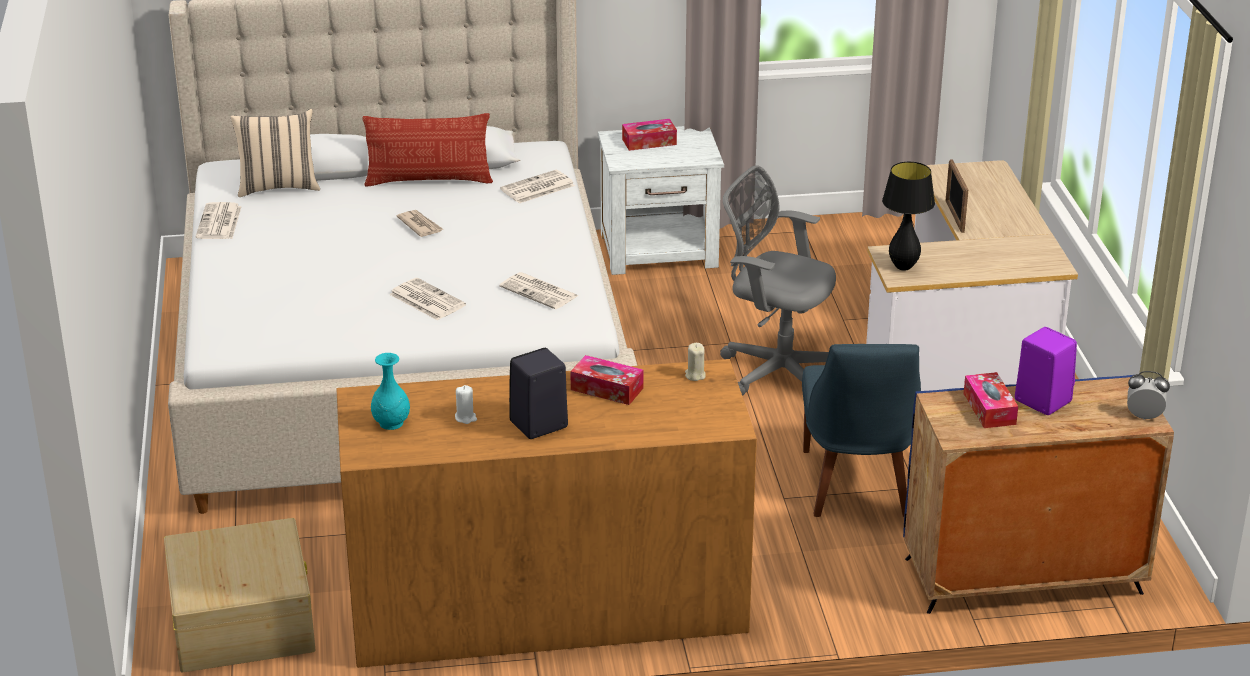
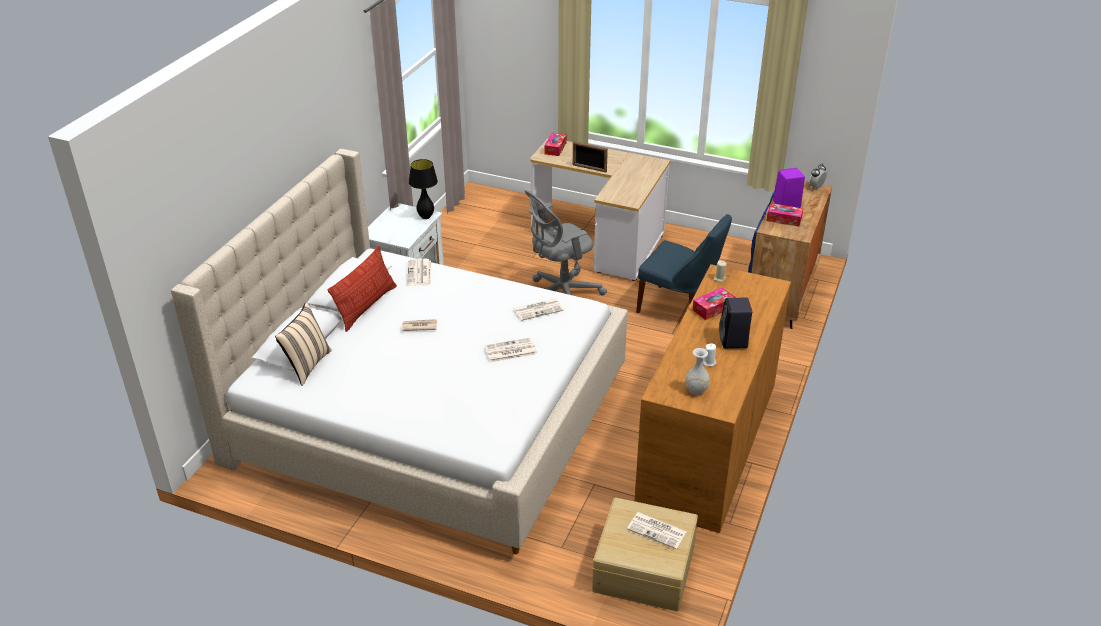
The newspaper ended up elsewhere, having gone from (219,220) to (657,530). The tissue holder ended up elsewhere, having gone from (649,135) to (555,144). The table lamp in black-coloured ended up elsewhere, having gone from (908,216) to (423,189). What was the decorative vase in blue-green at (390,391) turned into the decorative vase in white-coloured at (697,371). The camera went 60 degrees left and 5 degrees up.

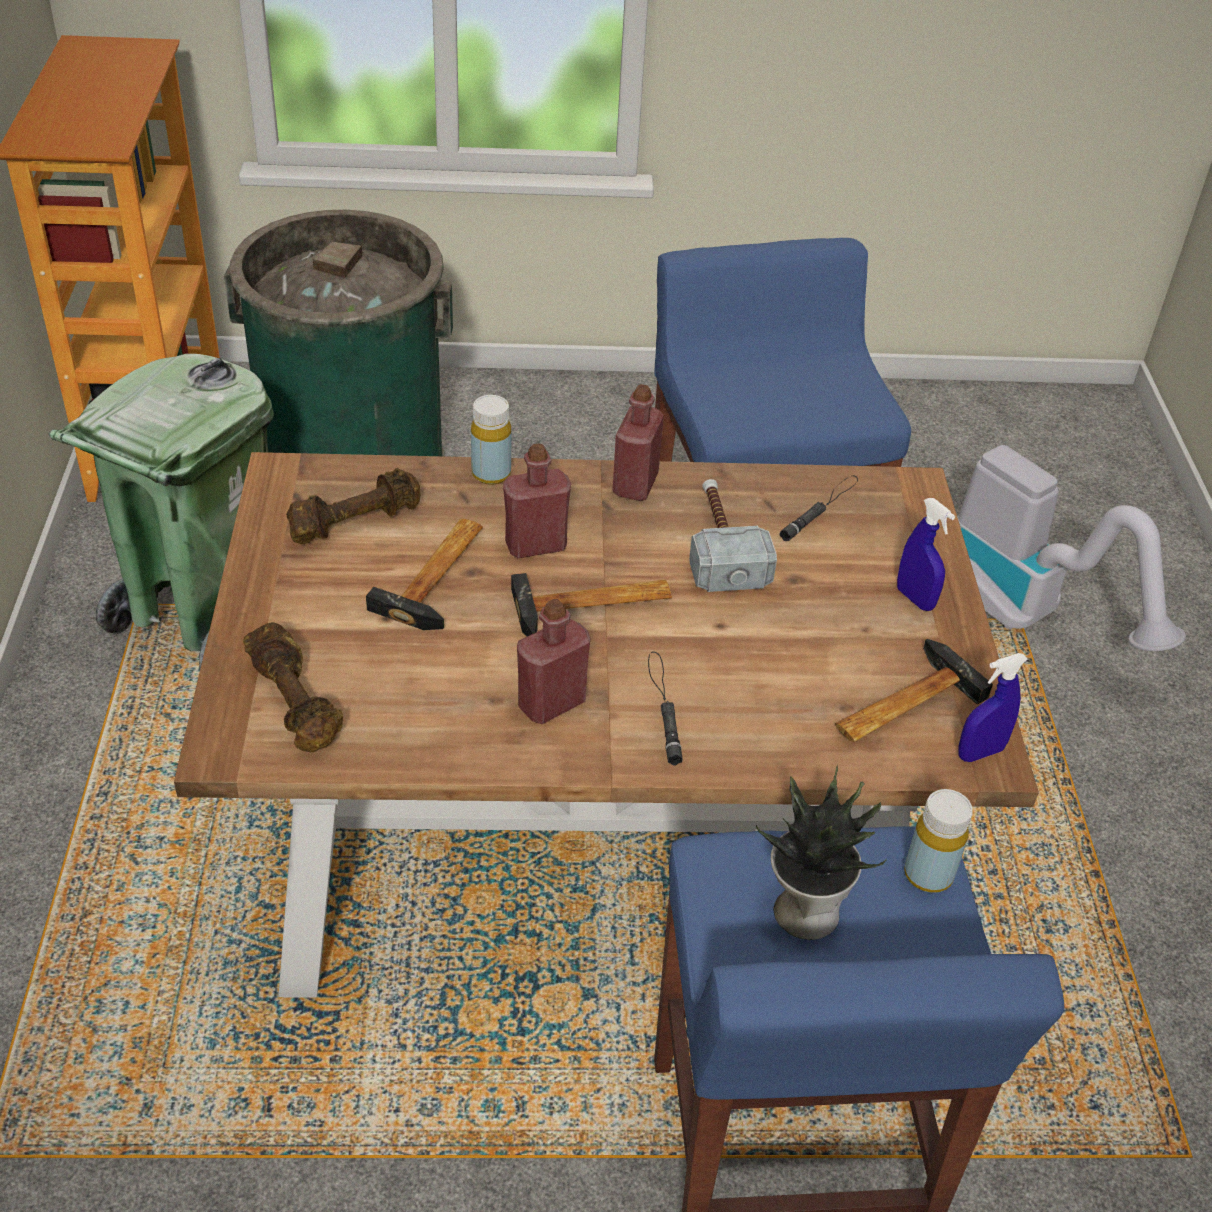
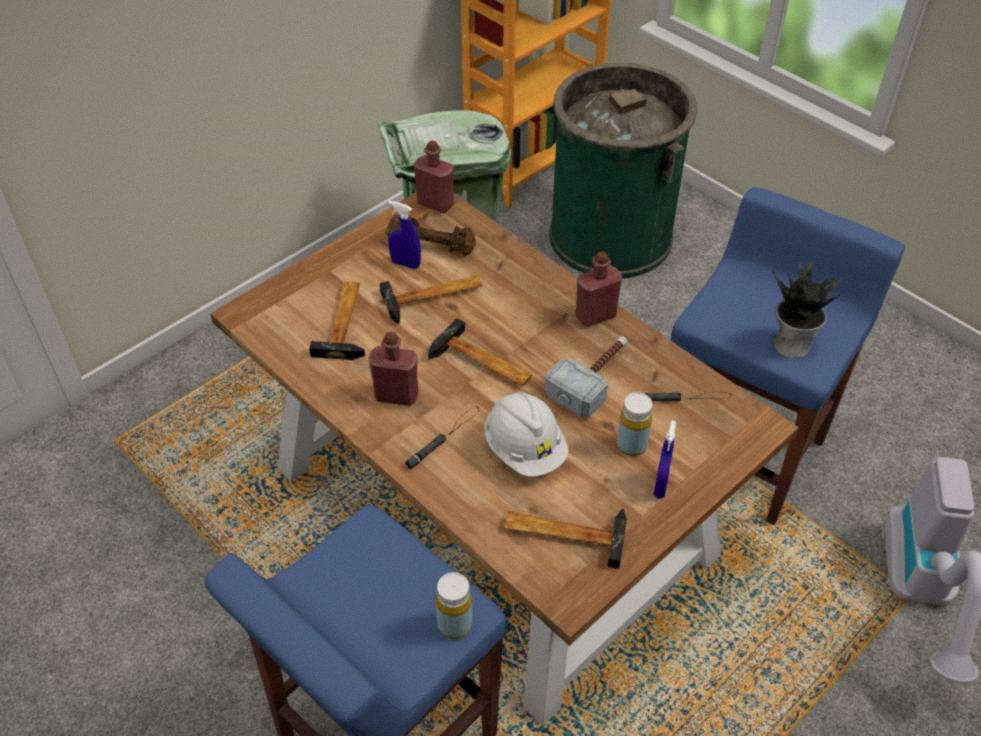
The second view lost the hand weight in brown-coloured at (293,687). The second view gained the hand hammer at (337,320). The second view gained the work helmet in white-coloured at (527,434). The bottle in yellow-coloured ended up elsewhere, having gone from (491,440) to (635,424). The bottle in red-coloured ended up elsewhere, having gone from (537,500) to (434,176). The plant in a pot ended up elsewhere, having gone from (821,852) to (808,309). The spray bottle in blue ended up elsewhere, having gone from (993,707) to (404,235). The camera went 50 degrees right and 5 degrees up.

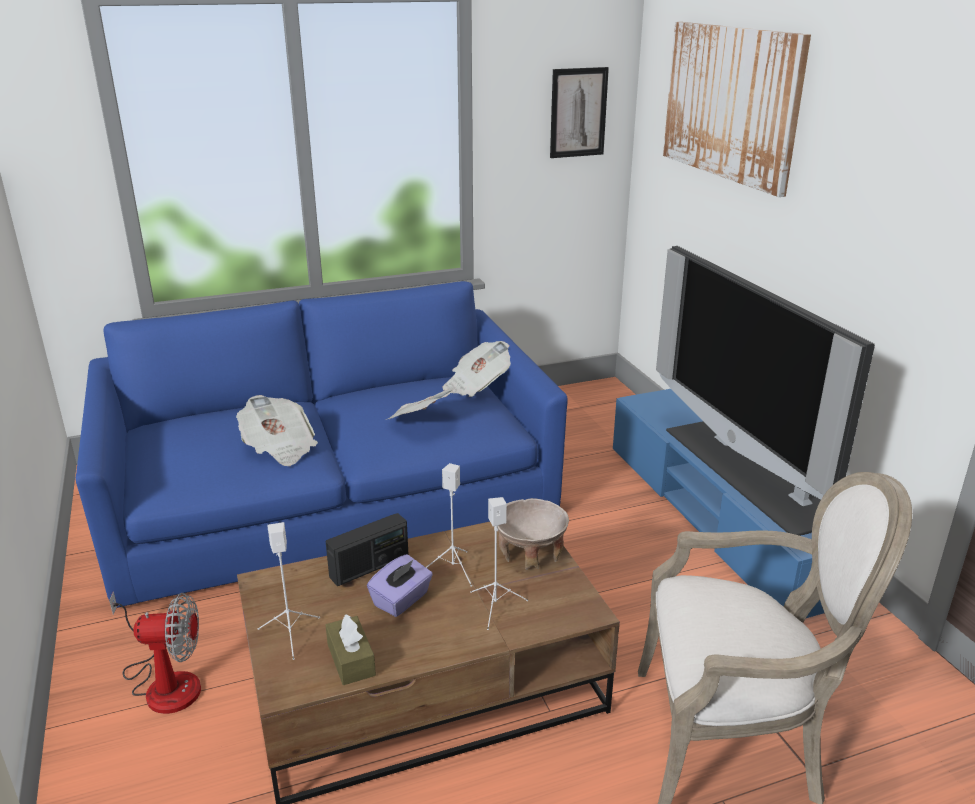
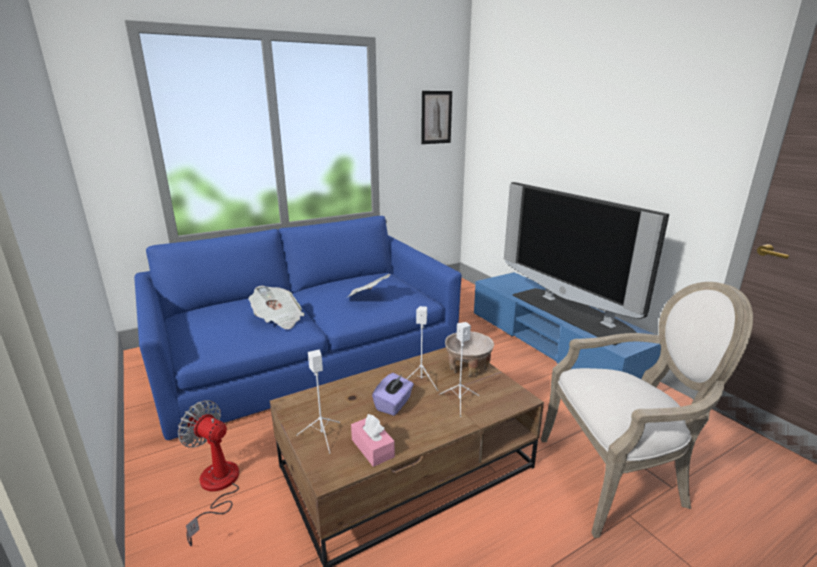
The second view lost the radio at (367,549). The second view lost the newspaper at (476,369). The second view lost the wall picture at (737,109). What was the tissue holder in brown-coloured at (351,649) turned into the tissue holder in pinkish at (373,440). The cooling fan at (155,653) ended up facing another way, 135 degrees counterclockwise from before. The camera went 10 degrees left and 5 degrees down.

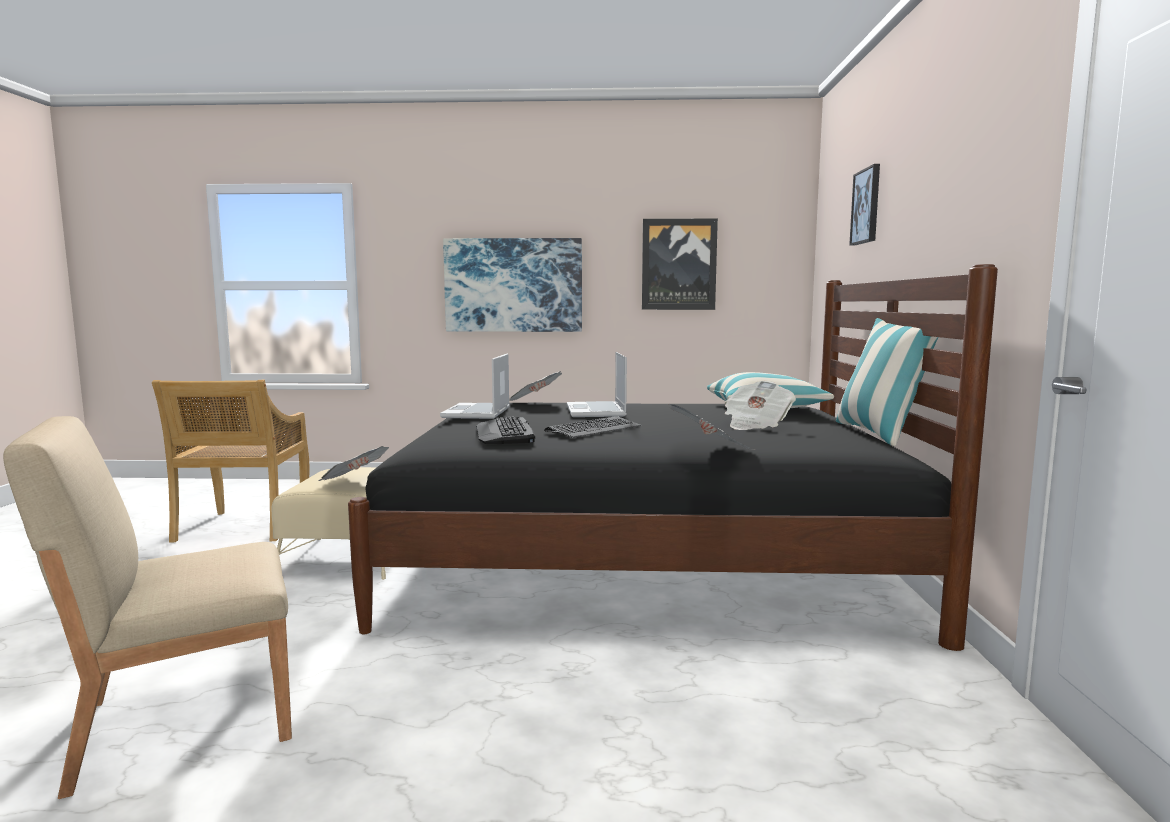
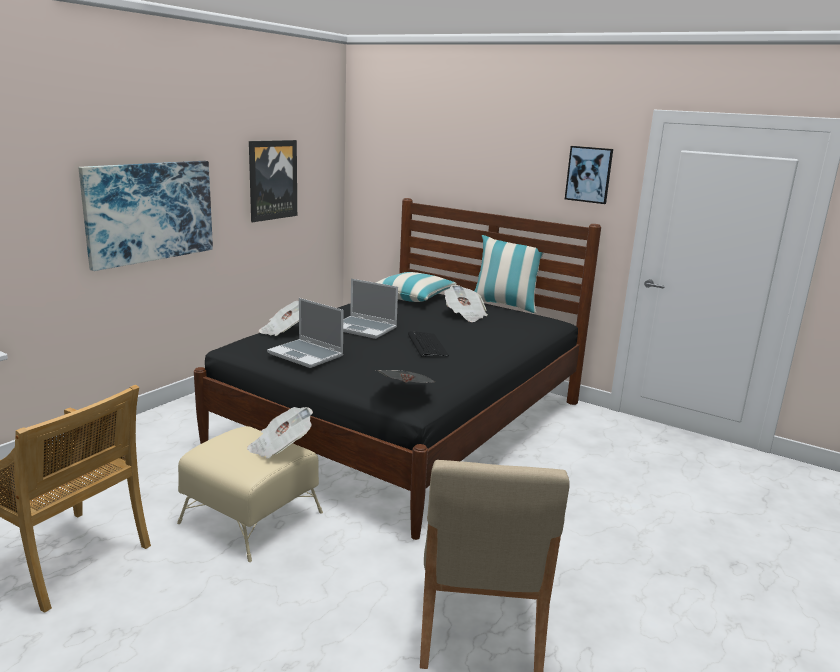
The second view lost the keyboard at (505,430). The newspaper ended up elsewhere, having gone from (712,427) to (405,376). The wall picture ended up elsewhere, having gone from (864,205) to (589,175). The camera went 60 degrees left and 10 degrees up.

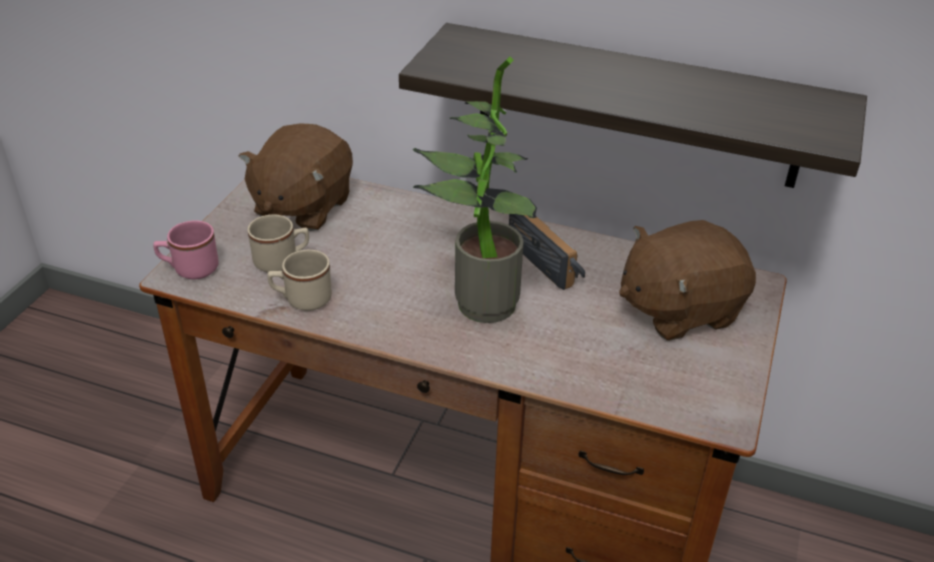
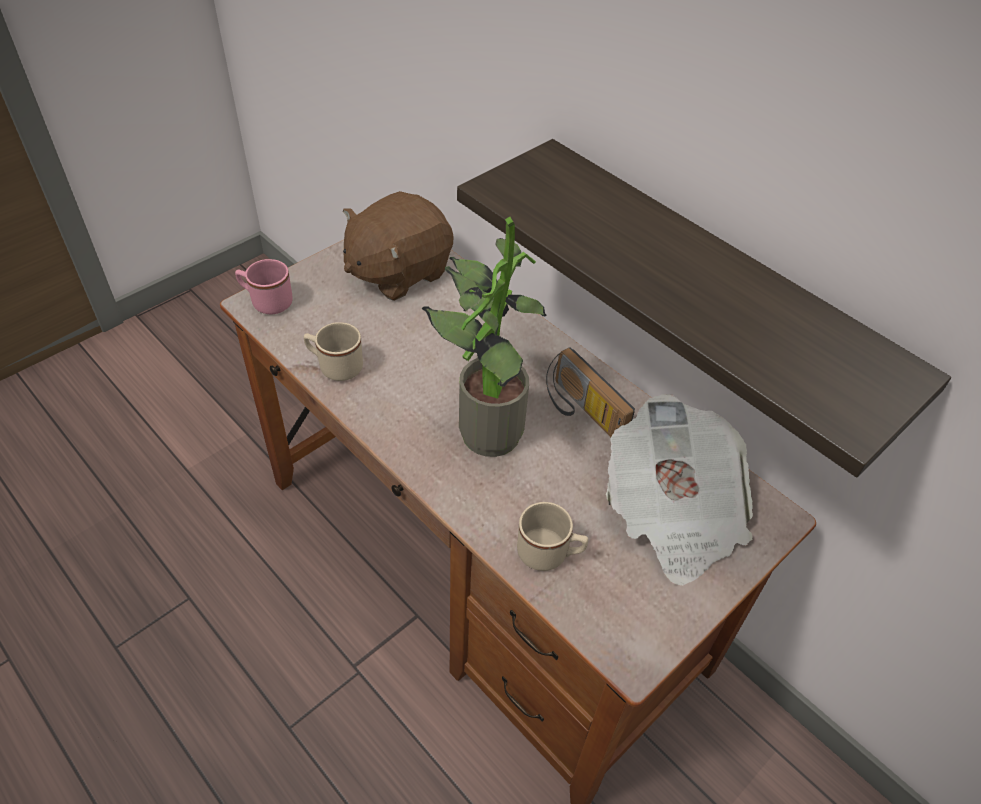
The tea mug in beige-coloured ended up elsewhere, having gone from (278,243) to (552,536). Where the cuddly toy in brown-coloured stood at (687,280), the newspaper came to stand at (679,490). The radio at (547,252) ended up facing another way, 150 degrees clockwise from before. The camera went 25 degrees right and 10 degrees up.

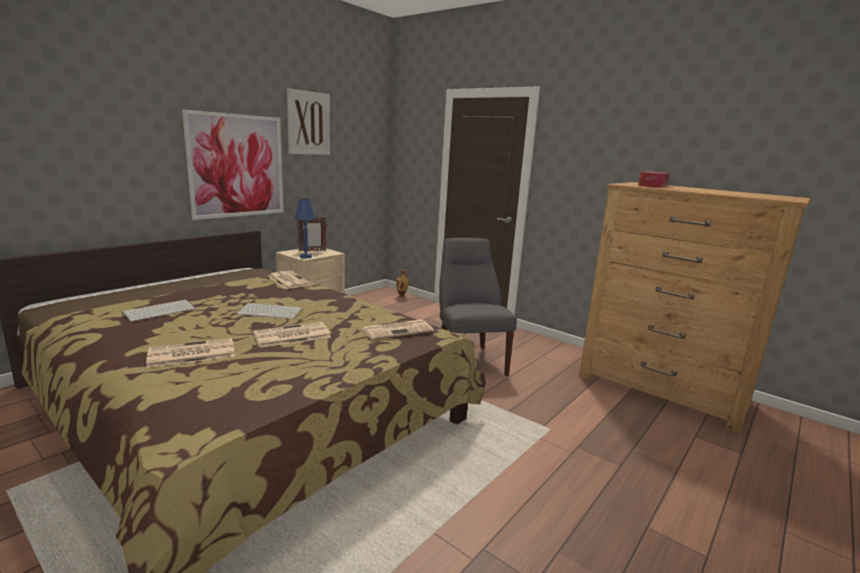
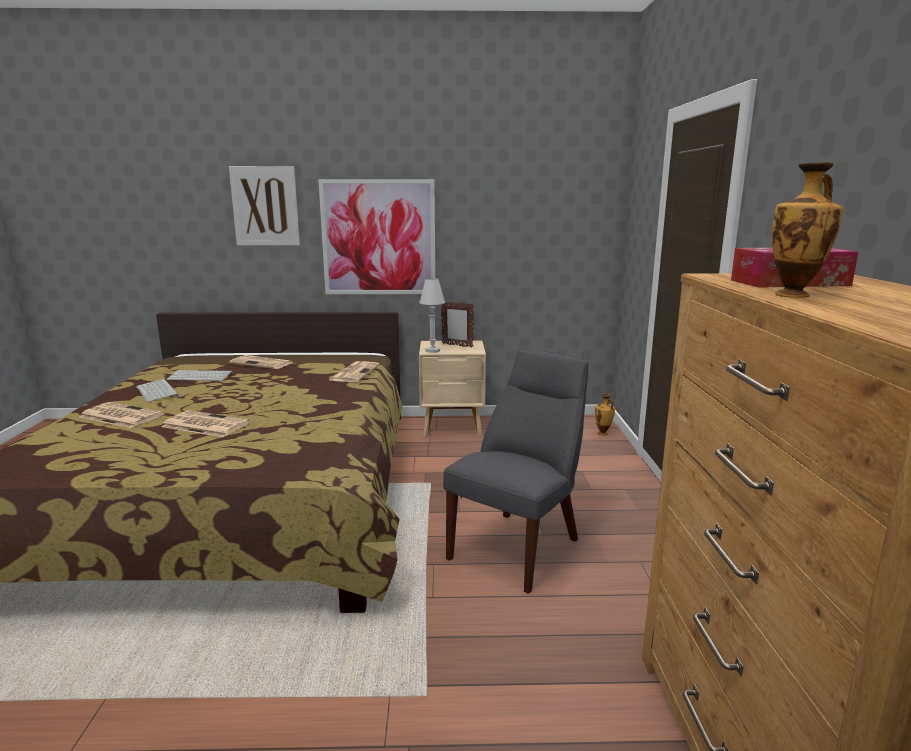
The second view gained the decorative vase at (808,230). The keyboard ended up elsewhere, having gone from (270,311) to (157,390). The wall picture ended up elsewhere, having gone from (308,122) to (264,205). The newspaper ended up elsewhere, having gone from (397,329) to (261,362). What was the table lamp in blue at (305,228) turned into the table lamp in white-coloured at (432,315). The camera went 50 degrees right and 0 degrees up.

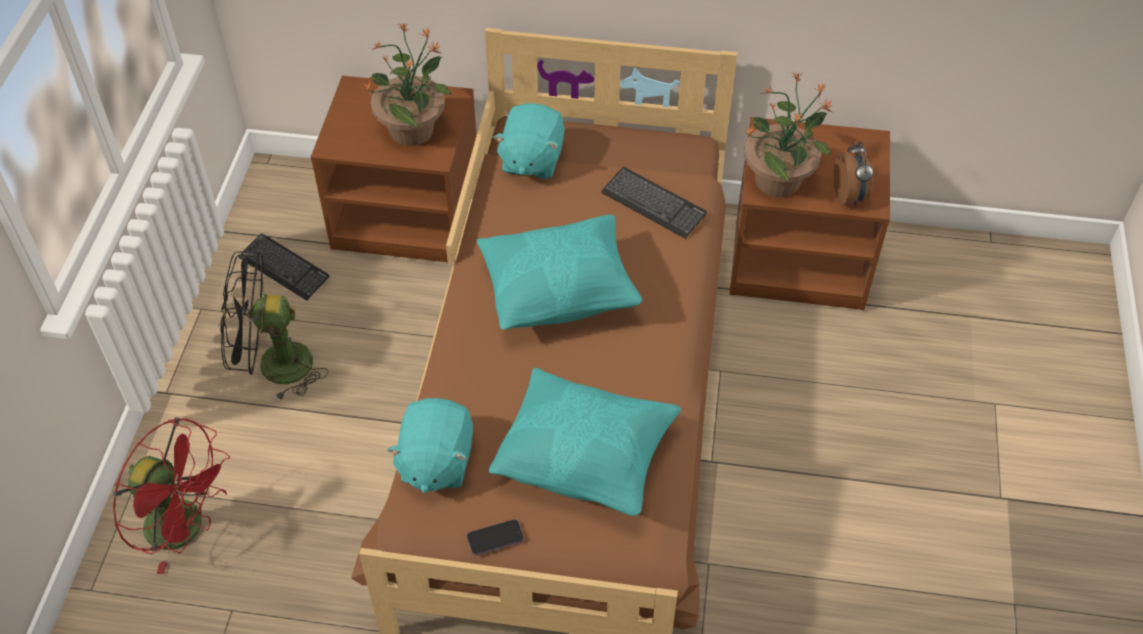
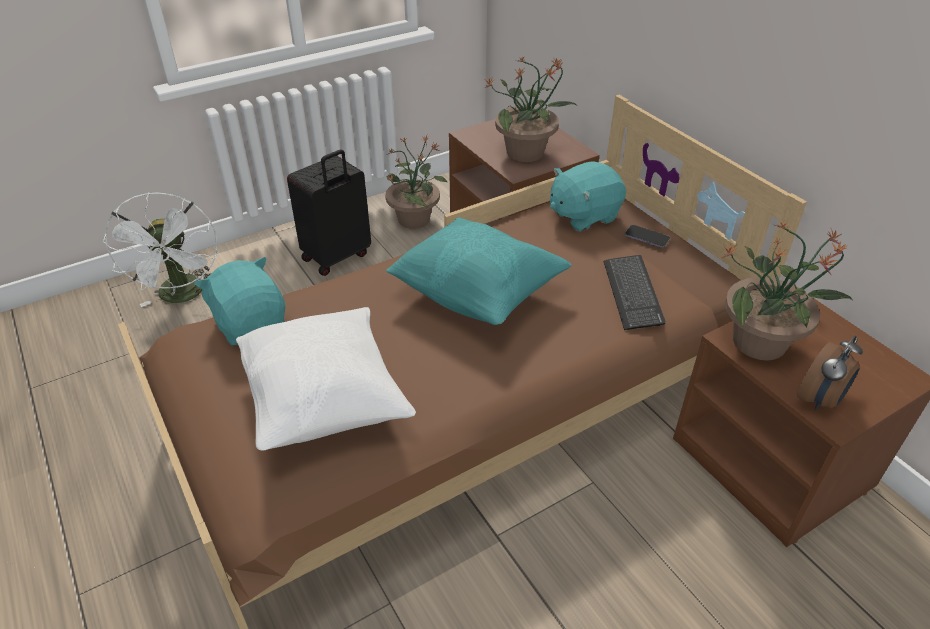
The phone ended up elsewhere, having gone from (495,537) to (647,236). Where the cooling fan in black-coloured stood at (274,325), the suitcase in black-coloured came to stand at (329,213). Where the keyboard stood at (284,267), the plant in a pot came to stand at (416,182). What was the cooling fan in red-coloured at (171,495) turned into the cooling fan in white-coloured at (160,249). What was the throw pillow in blue-green at (584,442) turned into the throw pillow in white-coloured at (326,378). The cuddly toy in blue-green at (430,445) ended up facing another way, 90 degrees clockwise from before. The camera went 50 degrees right and 10 degrees down.

